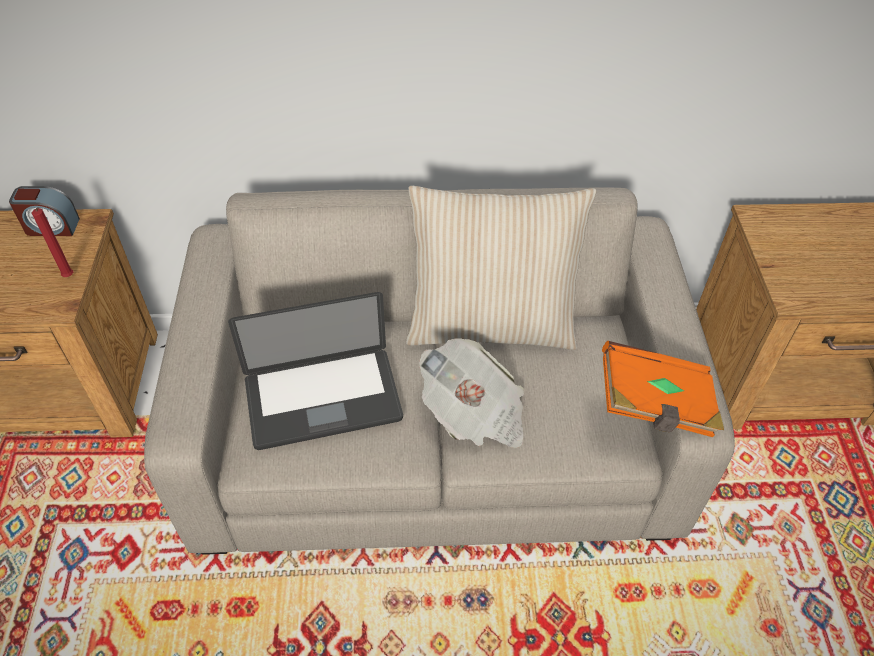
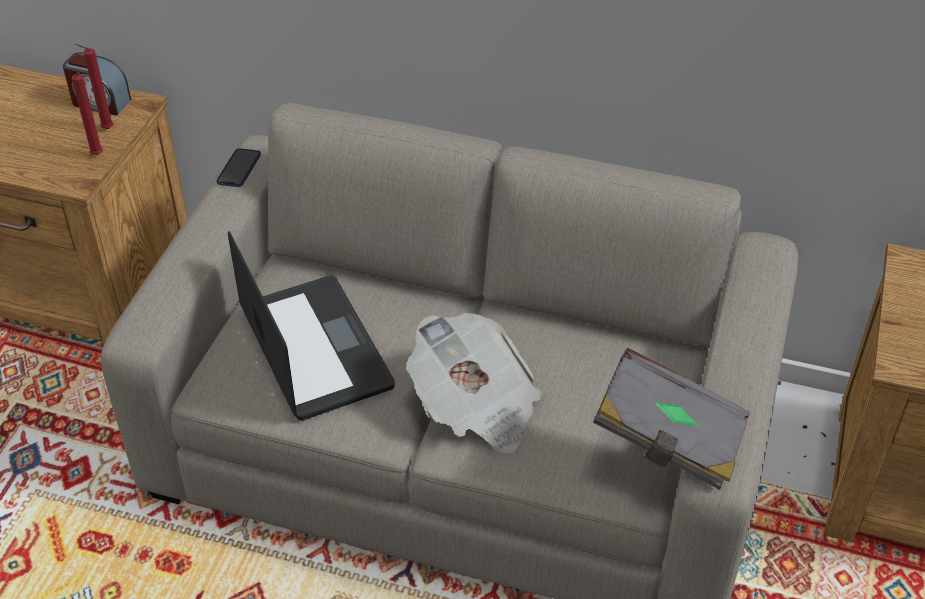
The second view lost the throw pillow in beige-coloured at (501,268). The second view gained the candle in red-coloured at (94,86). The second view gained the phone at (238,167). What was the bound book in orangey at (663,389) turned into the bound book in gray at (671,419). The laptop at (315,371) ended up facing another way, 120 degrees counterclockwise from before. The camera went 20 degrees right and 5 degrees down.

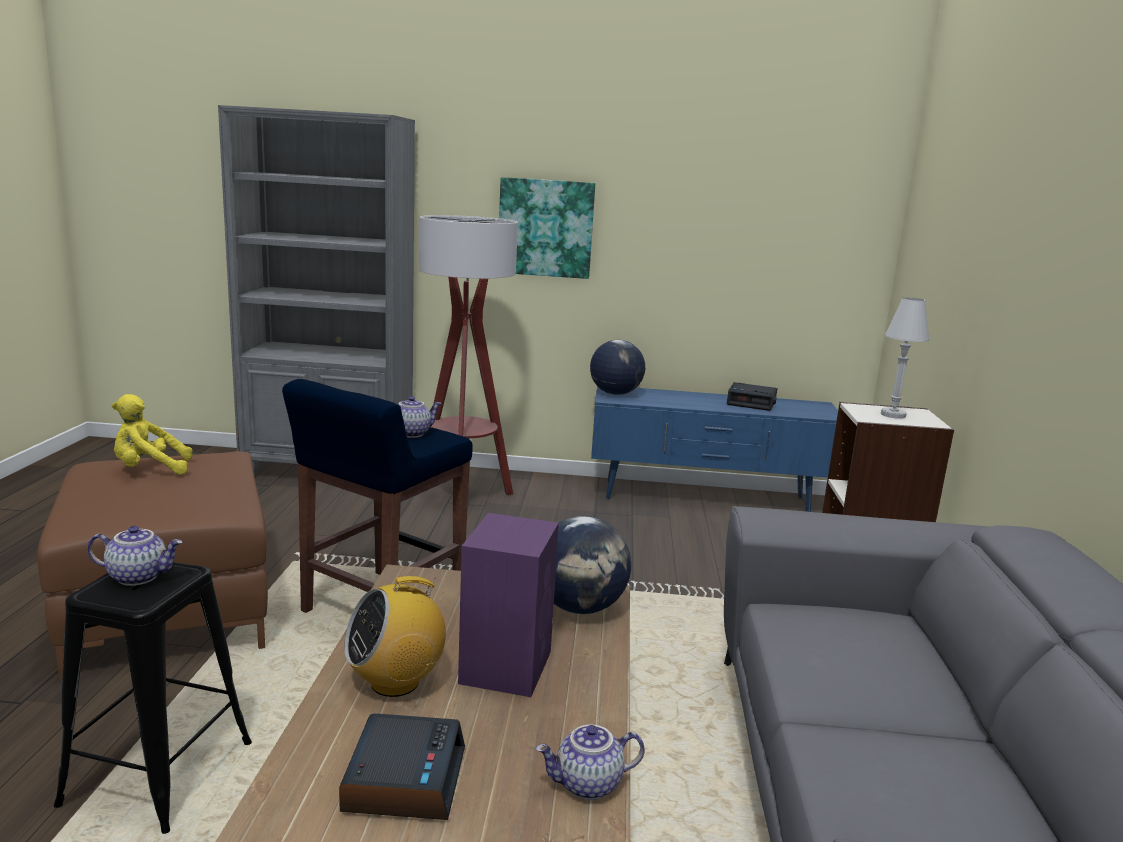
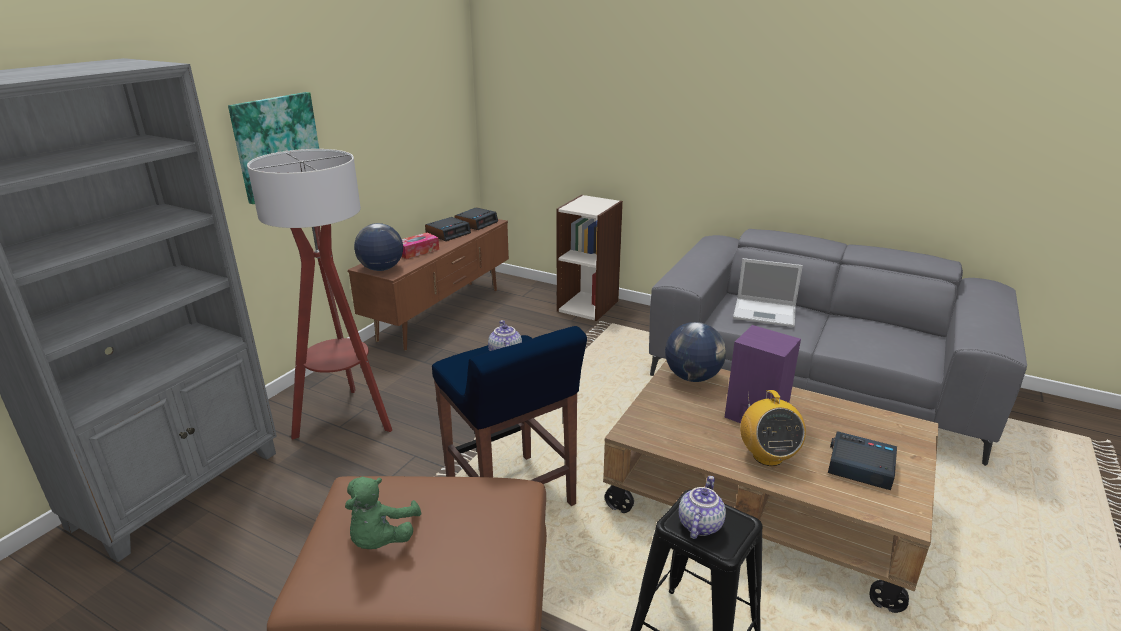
The second view lost the tea pot at (590,762). The second view lost the table lamp in white-coloured at (905,358). The second view gained the tissue holder at (420,245). The second view gained the table clock at (476,218). The second view gained the laptop at (768,292). What was the cuddly toy in yellow-coloured at (152,434) turned into the cuddly toy in greenish at (383,513). What was the media console in blue at (714,449) turned into the media console in brown-coloured at (428,285). The camera went 65 degrees left and 10 degrees up.

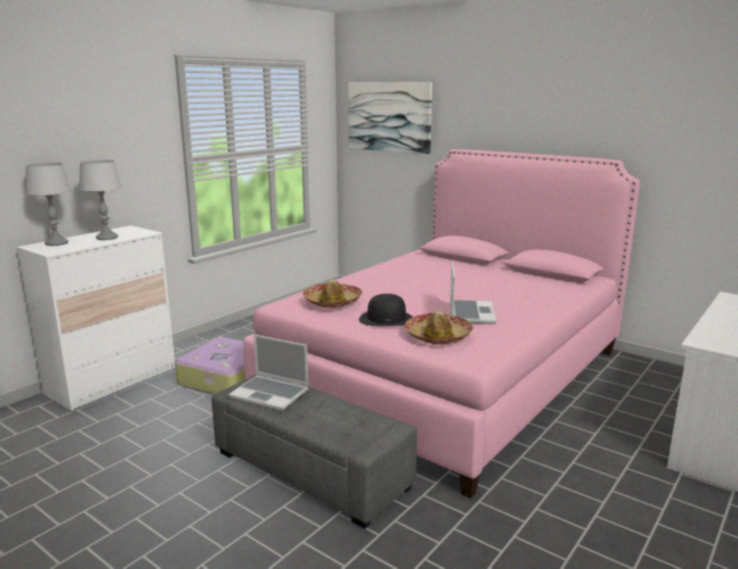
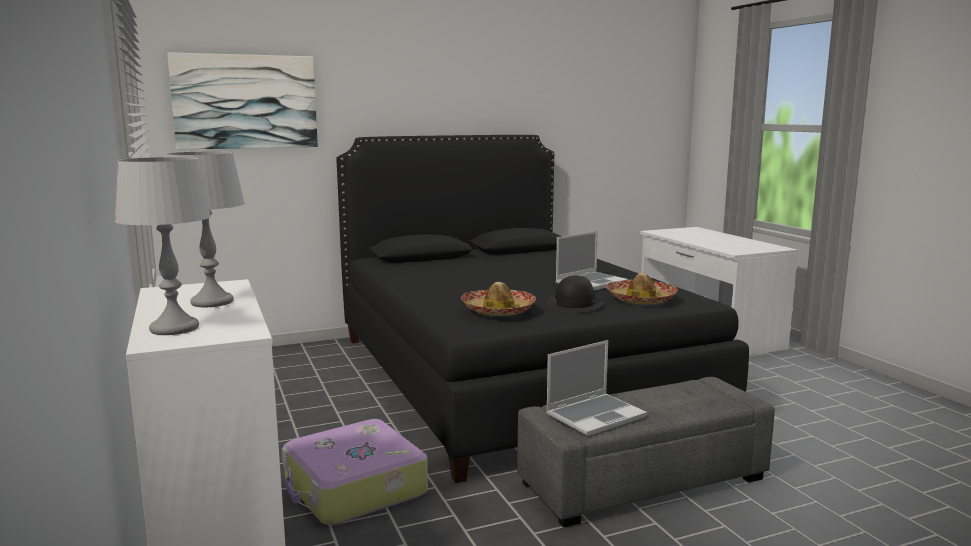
What was the bedroom bed in pinkish at (441,323) turned into the bedroom bed in black-coloured at (542,309). The laptop at (473,292) ended up facing another way, 105 degrees clockwise from before. The camera went 60 degrees left and 5 degrees down.

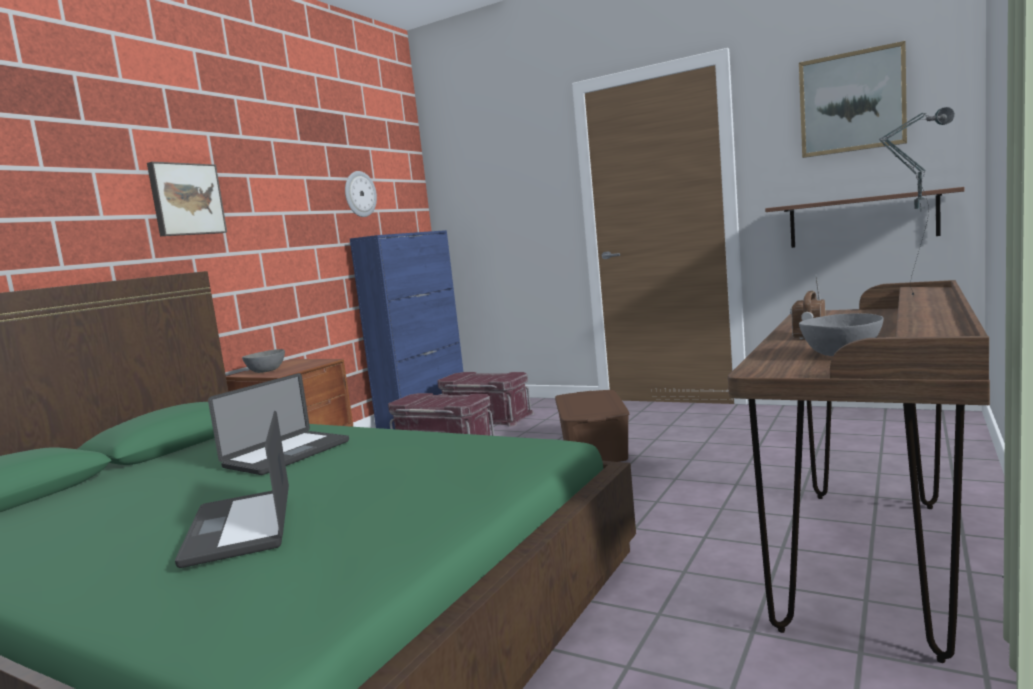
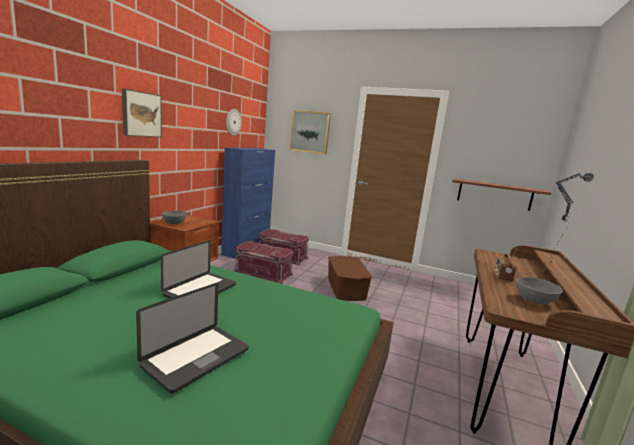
The wall picture ended up elsewhere, having gone from (853,99) to (310,132). The laptop at (232,489) ended up facing another way, 120 degrees counterclockwise from before. The camera went 10 degrees left and 5 degrees up.

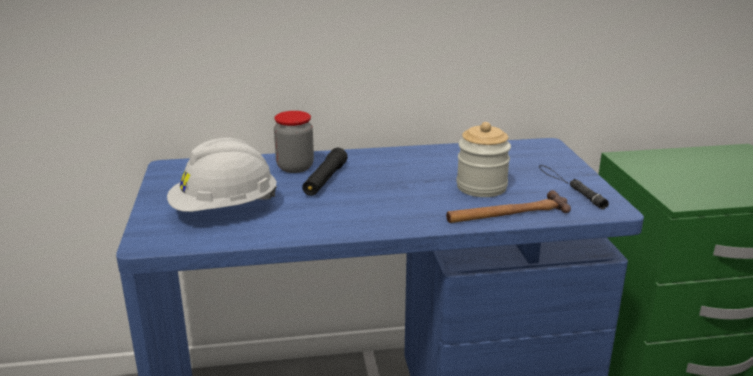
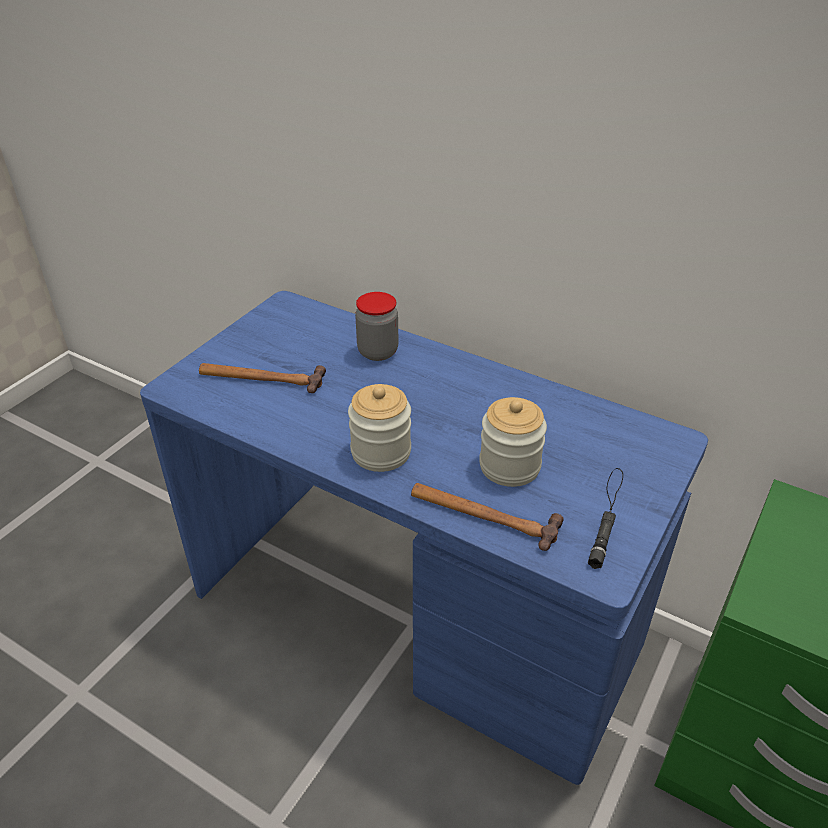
The second view lost the hand torch in black-coloured at (325,172). The second view gained the preserve jar at (379,428). Where the work helmet in white-coloured stood at (222,175), the hand hammer came to stand at (262,378). The camera went 40 degrees right and 15 degrees up.

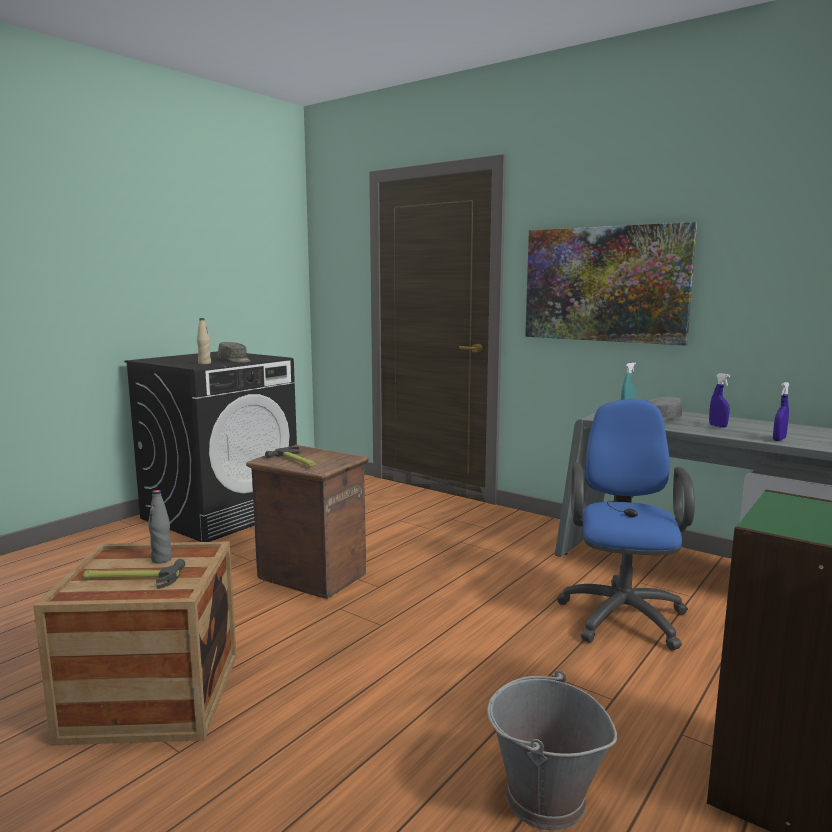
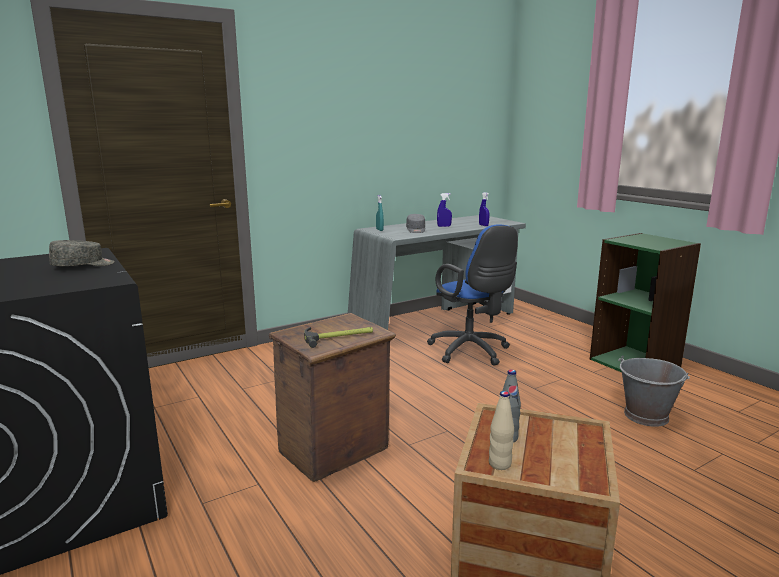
The second view lost the hand hammer at (134,574). The second view lost the wall picture at (611,283). The bottle in beige-coloured ended up elsewhere, having gone from (204,341) to (501,430). The office chair in blue at (626,525) ended up facing another way, 150 degrees counterclockwise from before. The camera went 70 degrees left and 5 degrees up.

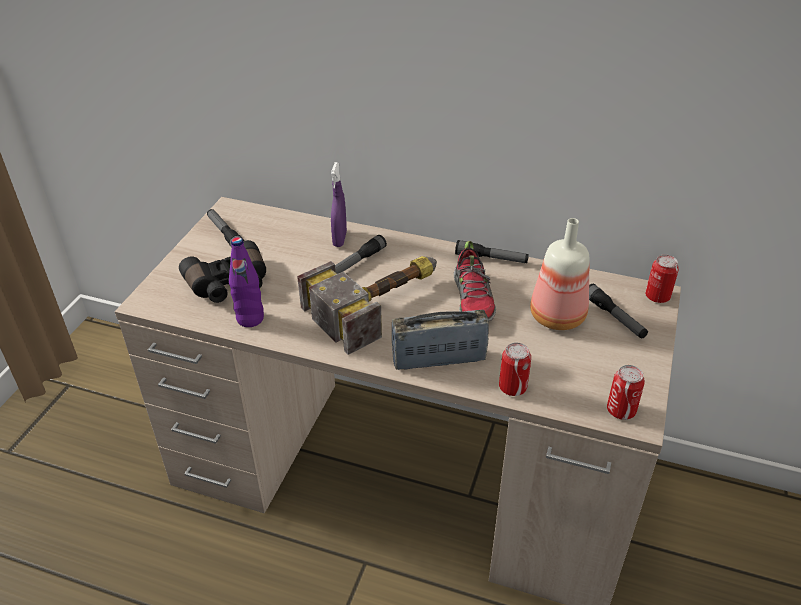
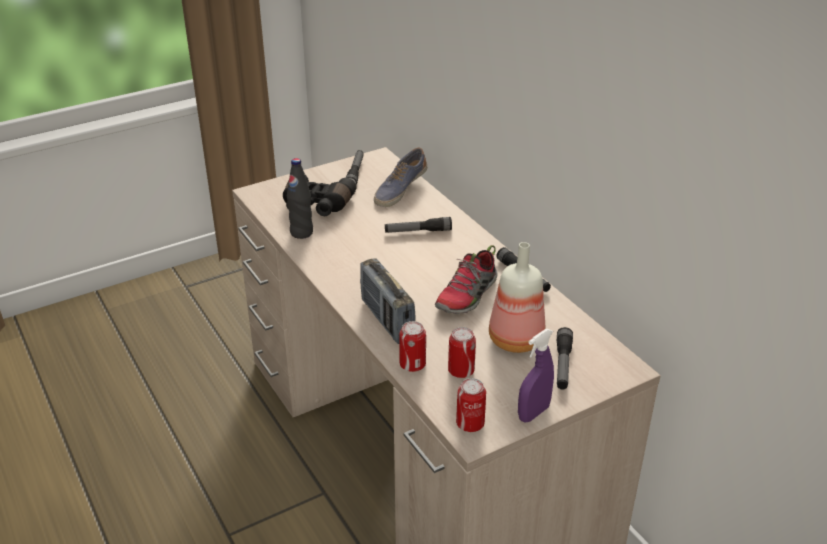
The second view lost the hand hammer at (367,305). The second view gained the low shoe at (400,177). The spray bottle in purplish ended up elsewhere, having gone from (339,204) to (536,375). The can ended up elsewhere, having gone from (662,279) to (462,352). What was the bottle in purplish at (246,282) turned into the bottle in black-coloured at (300,198). The radio at (440,340) ended up facing another way, 150 degrees counterclockwise from before. The camera went 40 degrees right and 5 degrees down.

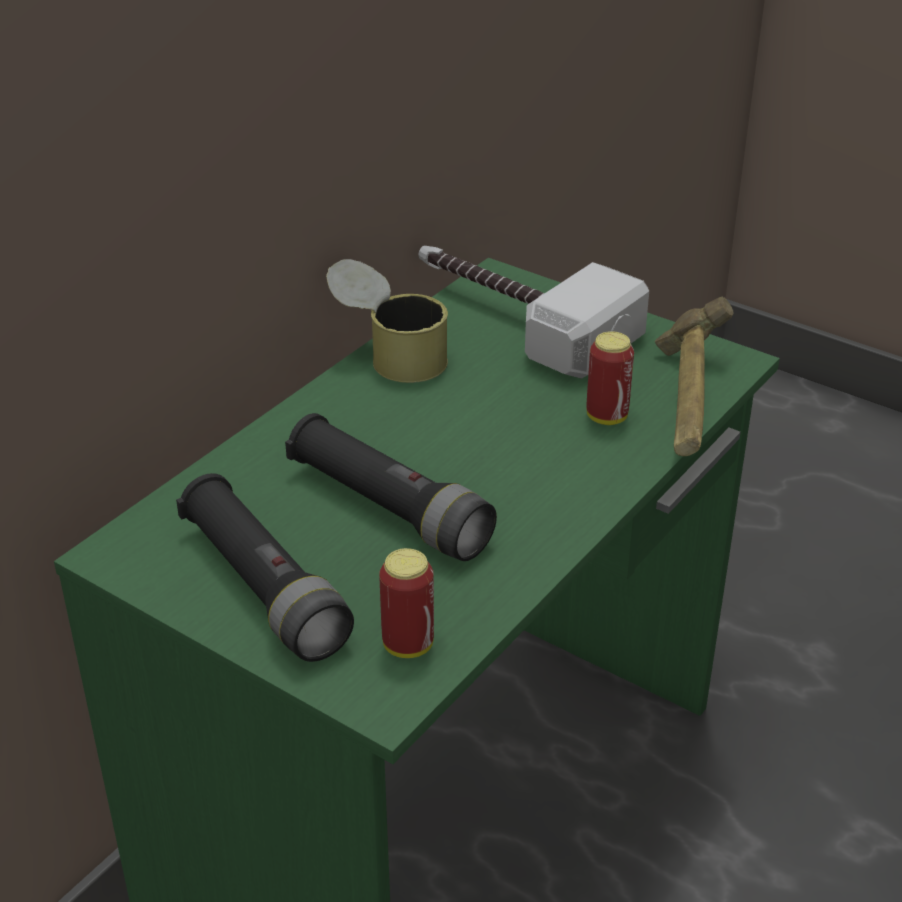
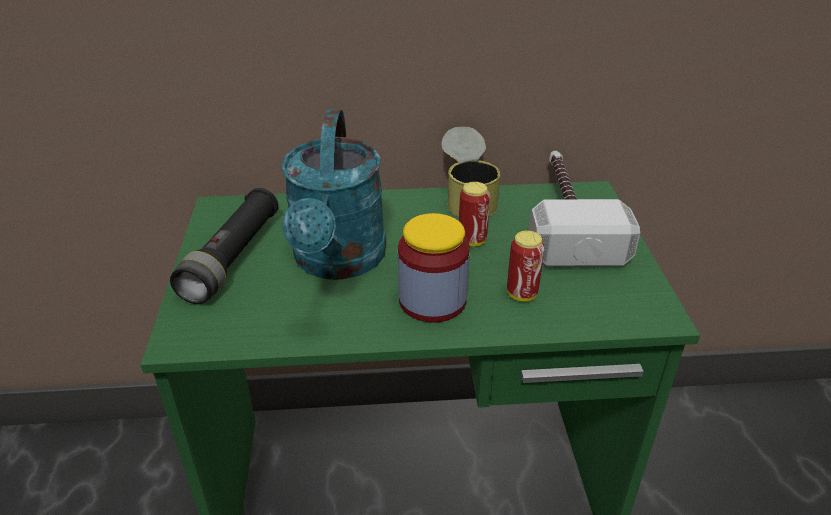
The second view lost the hand hammer at (694,376). The second view gained the preserve jar at (434,268). The can ended up elsewhere, having gone from (406,603) to (474,214). Where the hand torch in black-coloured stood at (391,487), the watering pot in blue-green came to stand at (333,195). The camera went 50 degrees right and 0 degrees up.

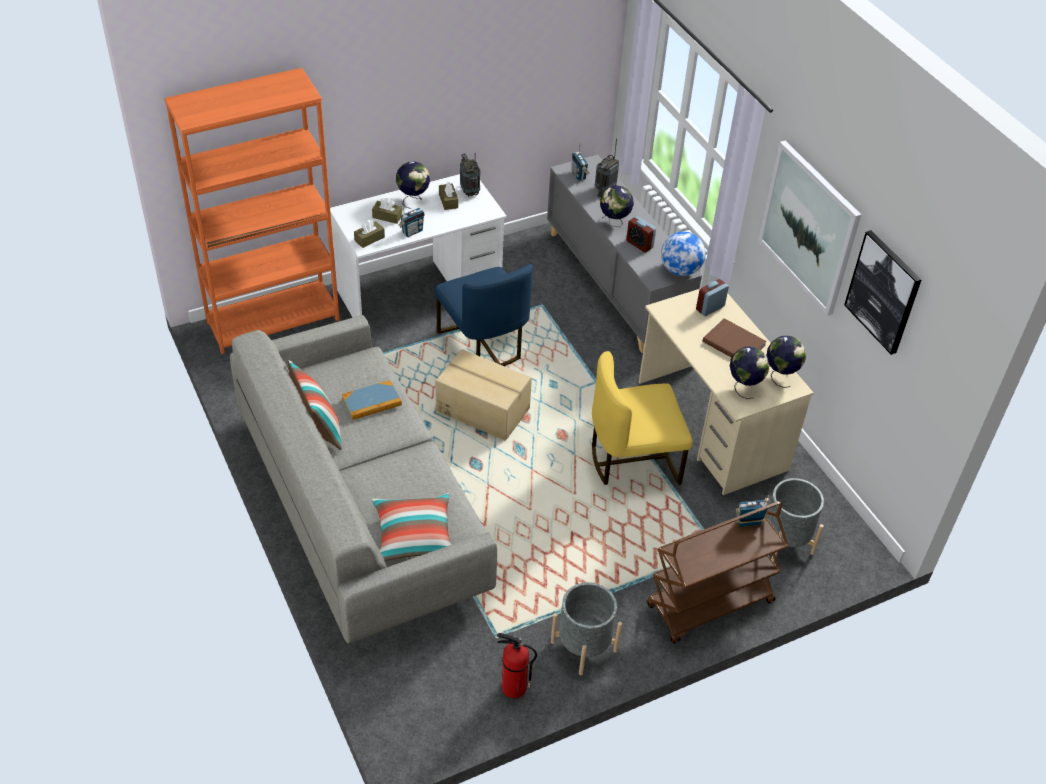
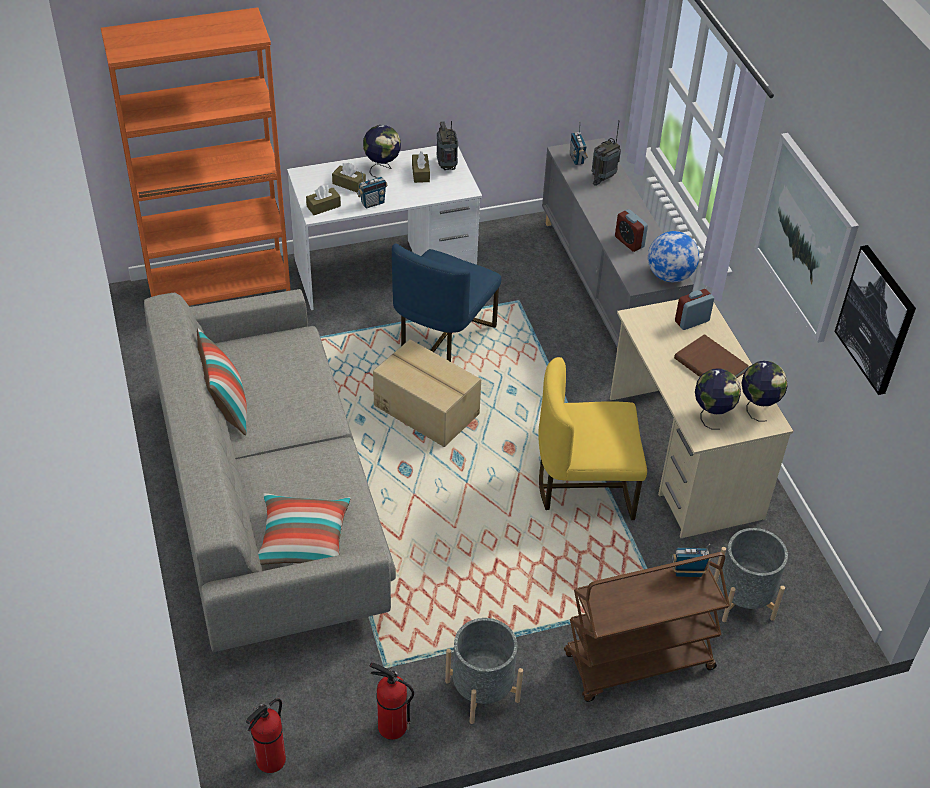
The second view lost the bound book at (372,400). The second view lost the world globe at (617,206). The second view gained the fire-fighting cylinder at (266,735). The chair in blue at (484,315) ended up facing another way, 45 degrees clockwise from before. The camera went 10 degrees right and 0 degrees up.

